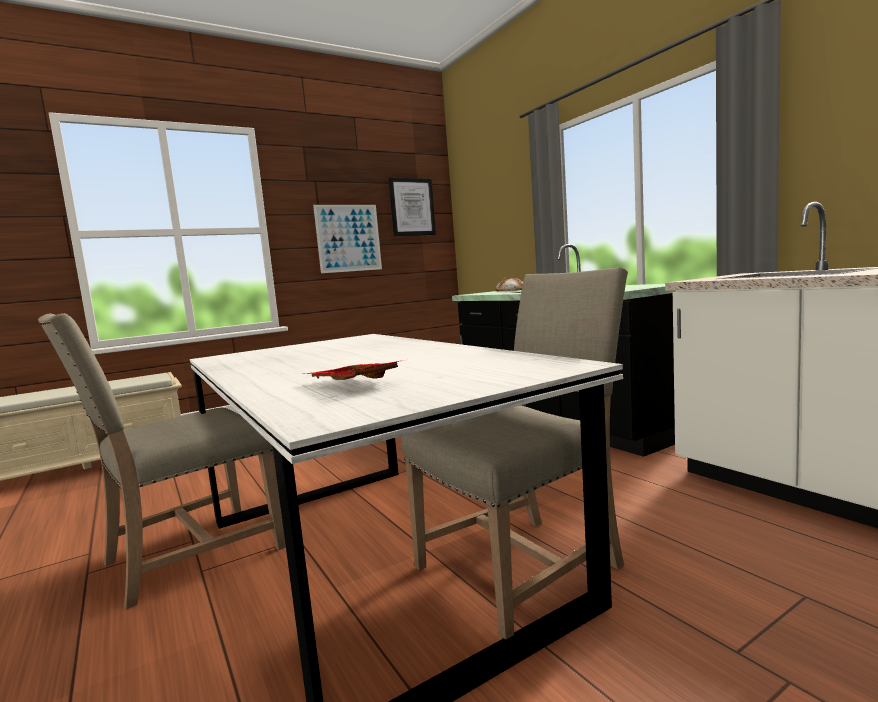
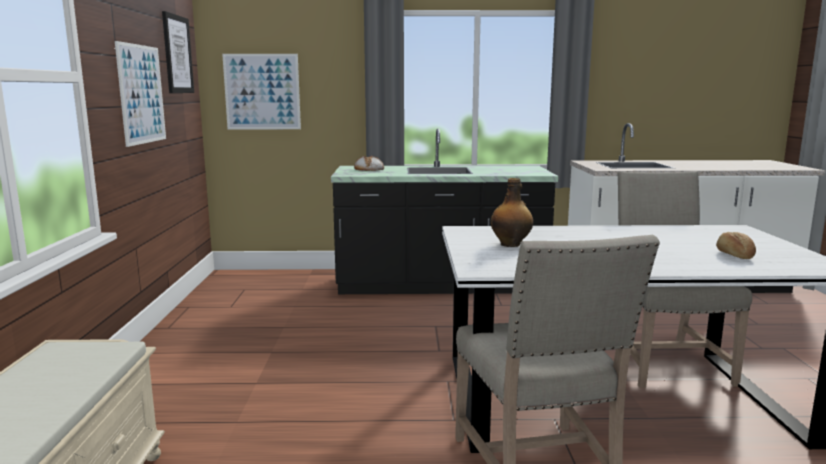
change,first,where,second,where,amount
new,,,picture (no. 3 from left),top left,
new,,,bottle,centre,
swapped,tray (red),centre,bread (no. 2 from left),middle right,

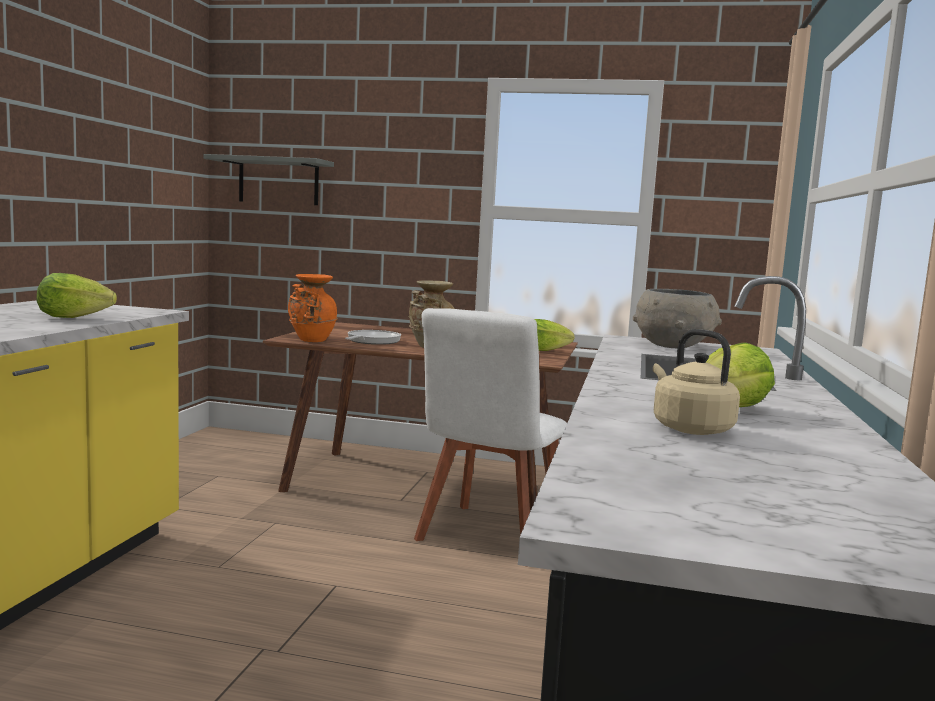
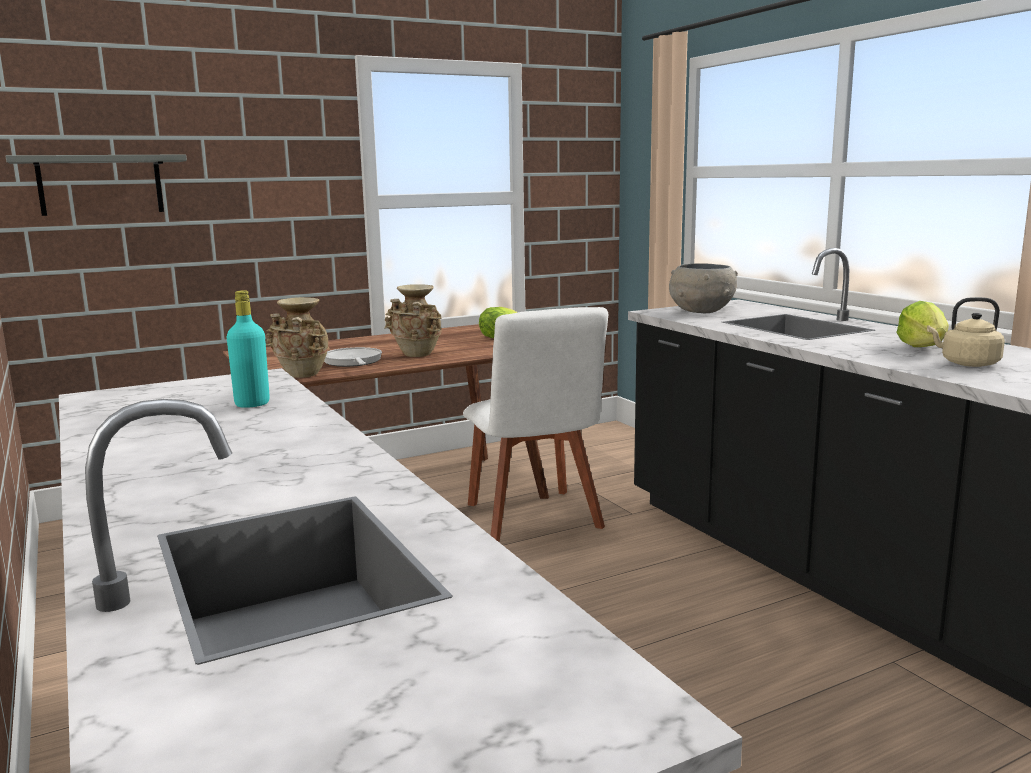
change,first,where,second,where,amount
swapped,lettuce (no. 1 from left),middle left,bottle (turquoise),middle left,
repainted,vase (orange),centre,vase (beige) (no. 1 from left),middle left,

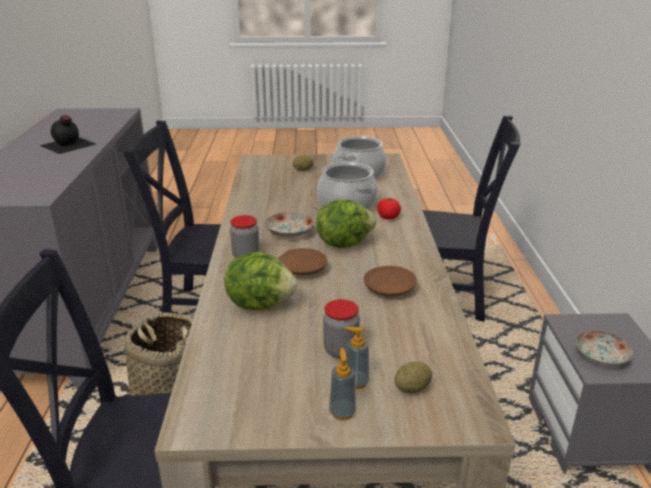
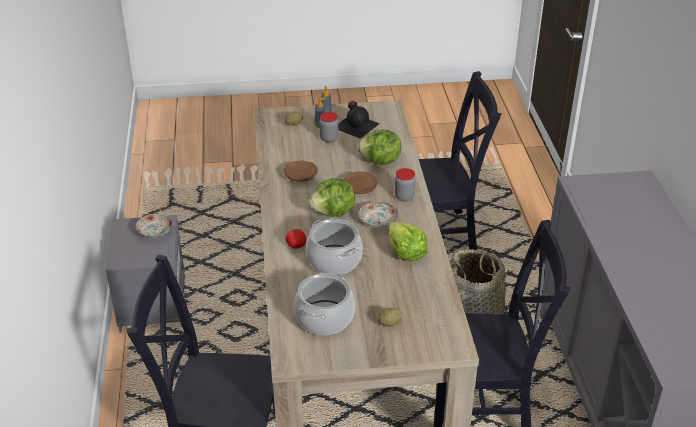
change,first,where,second,where,amount
shifted,bottle (black),top left,,top centre,
new,,,lettuce (no. 3 from left),centre,

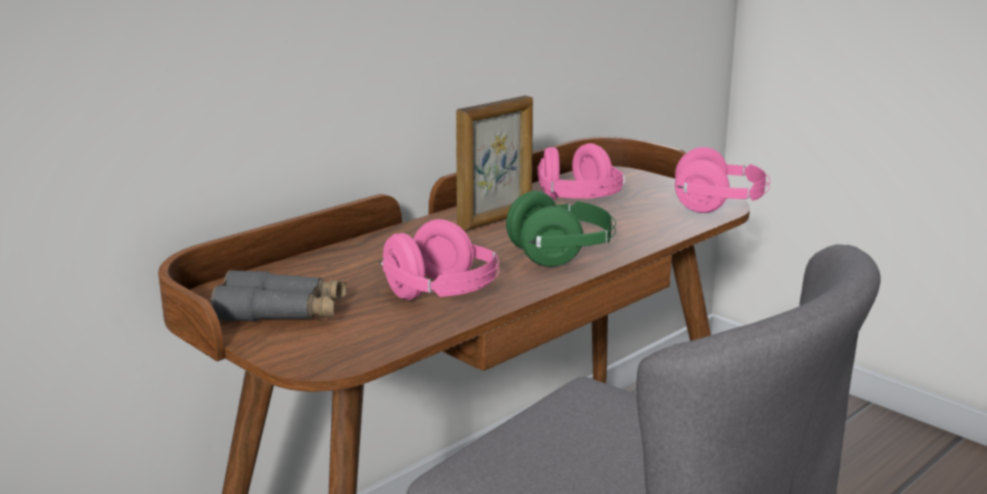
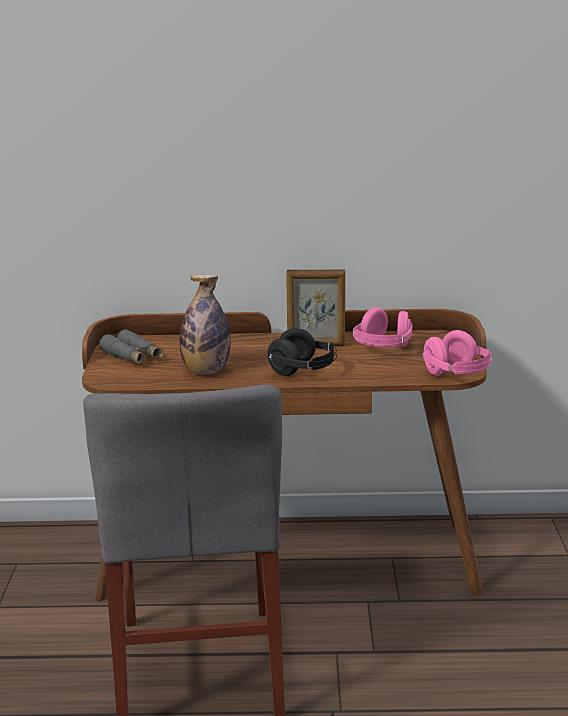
change,first,where,second,where,amount
swapped,headphones (pink) (no. 1 from left),centre,bottle,centre,
repainted,headphones (green),centre,headphones (black),centre,

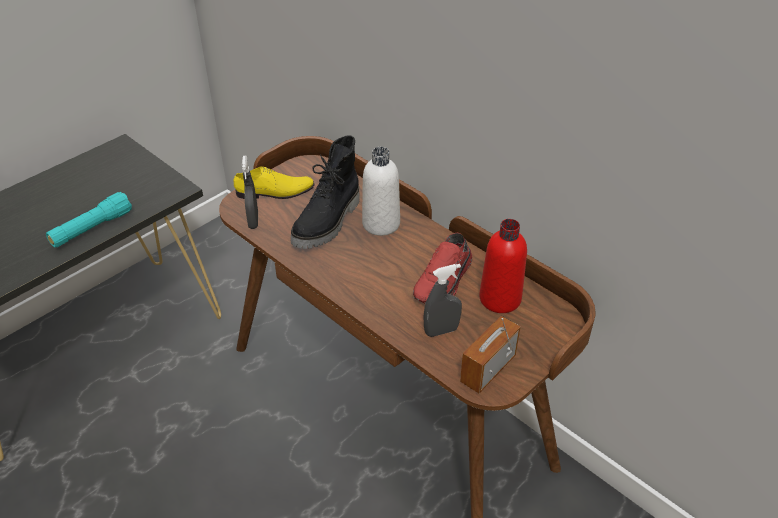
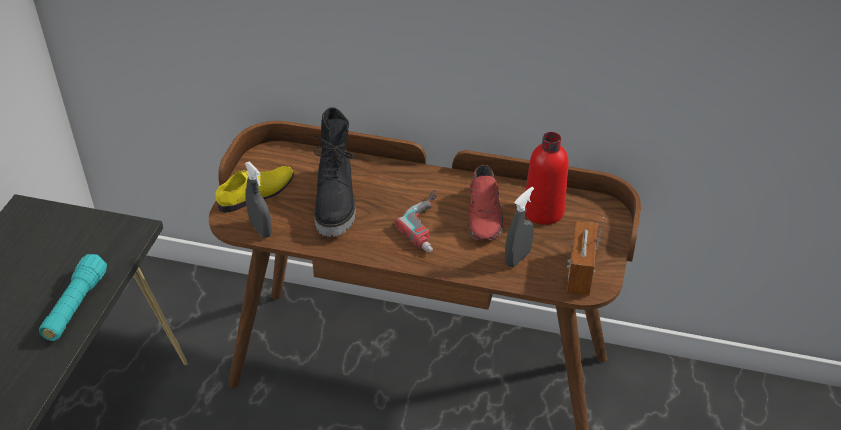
change,first,where,second,where,amount
new,,,power drill,centre,
gone,bottle (white),centre,,,

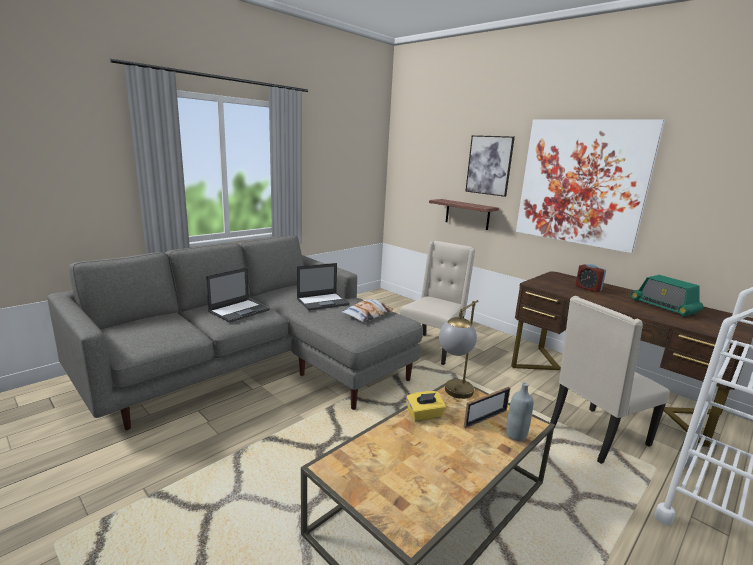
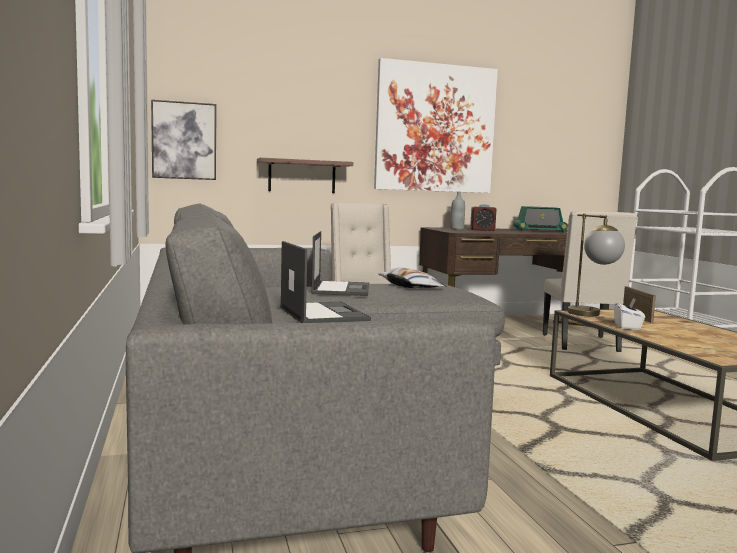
change,first,where,second,where,amount
shifted,picture (no. 1 from left),top centre,,top left,
shifted,bottle (grey),bottom right,,centre,
repainted,tissue box (yellow),bottom centre,tissue box (white),middle right,

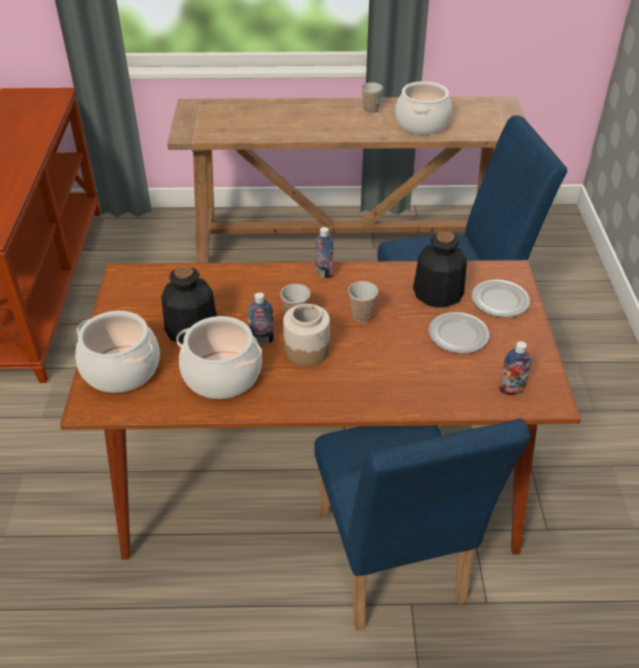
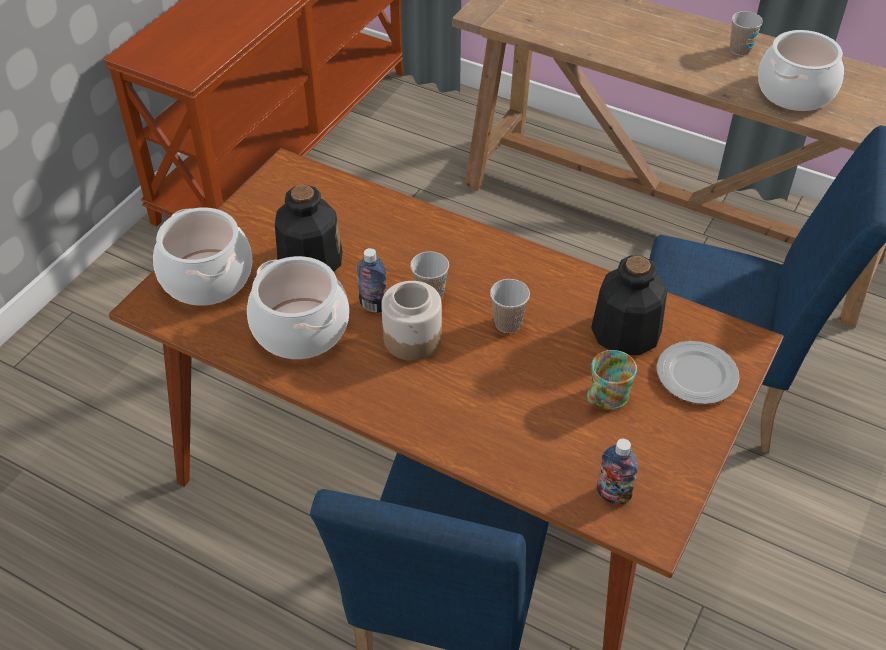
change,first,where,second,where,amount
swapped,plate (no. 1 from left),middle right,mug,middle right,
gone,bottle (no. 3 from left),centre,,,

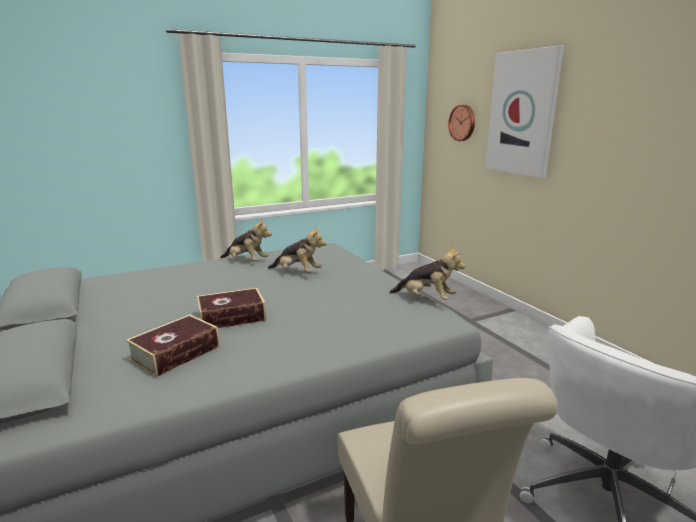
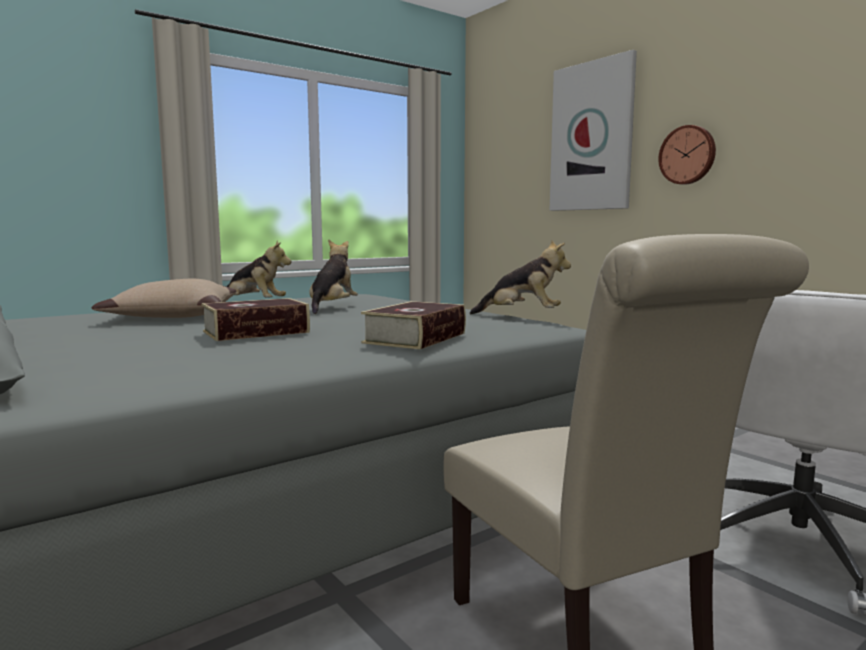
change,first,where,second,where,amount
new,,,pillow (beige),middle left,
rotated,plush toy (no. 2 from left),centre,,centre,90 degrees counterclockwise
shifted,book (no. 1 from left in the first image),middle left,book (no. 2 from left),centre,
shifted,wall clock,top centre,,top right,

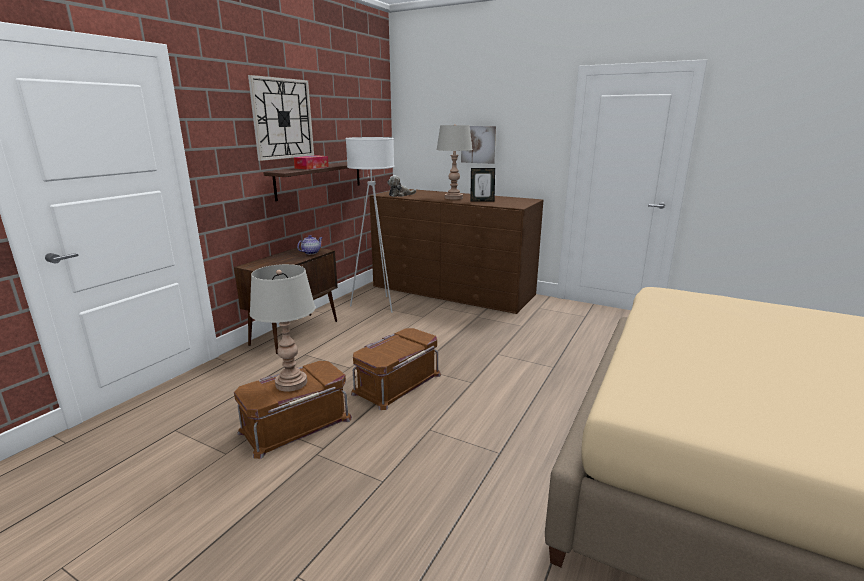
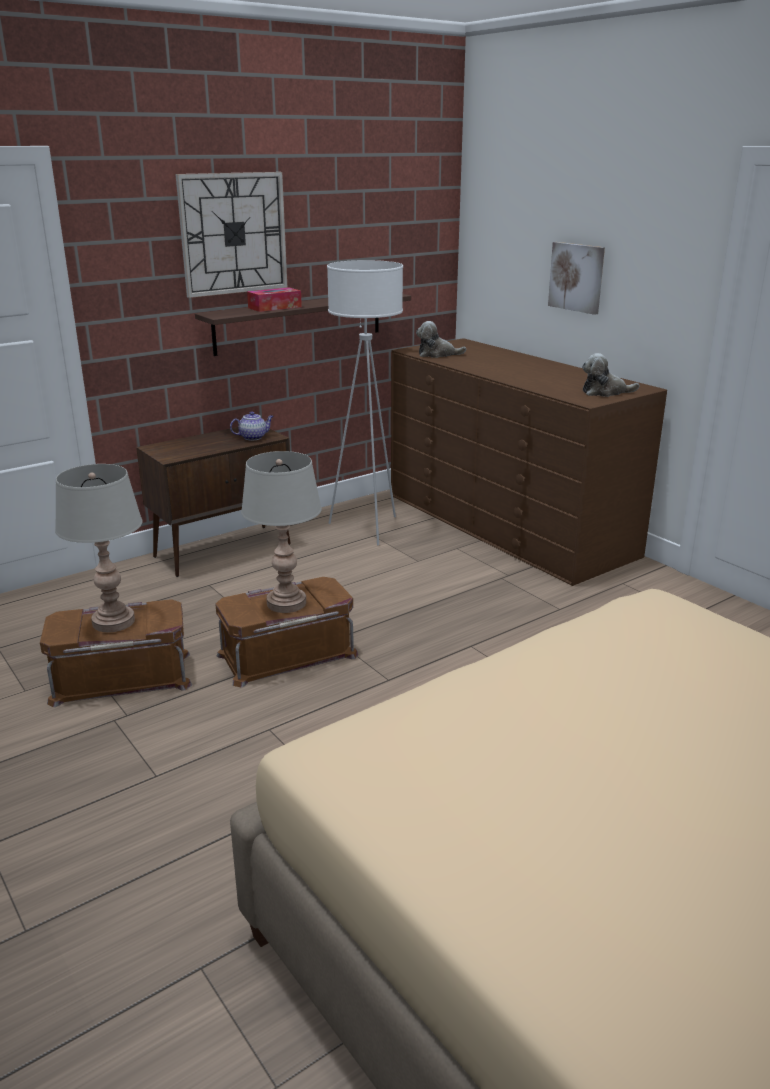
change,first,where,second,where,amount
shifted,table lamp (grey) (no. 2 from left),top centre,,centre,
new,,,plush toy (no. 2 from left),middle right,
gone,picture frame,top centre,,,

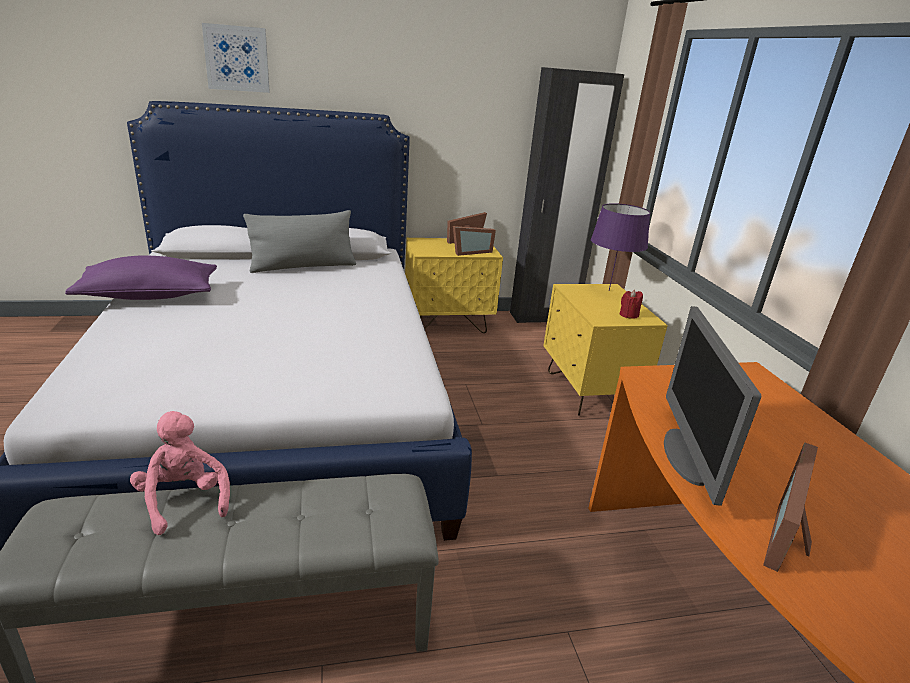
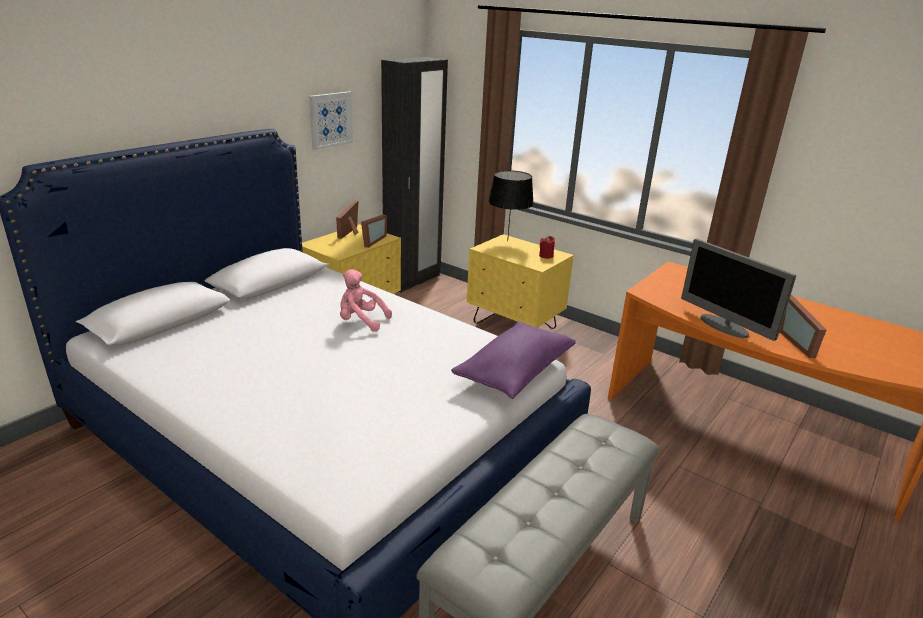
change,first,where,second,where,amount
shifted,picture,top left,,top centre,
shifted,plush toy (pink),bottom left,,centre,
shifted,pillow (purple),middle left,,centre,
repainted,table lamp (purple),middle right,table lamp (black),centre,
gone,pillow (grey),middle left,,,

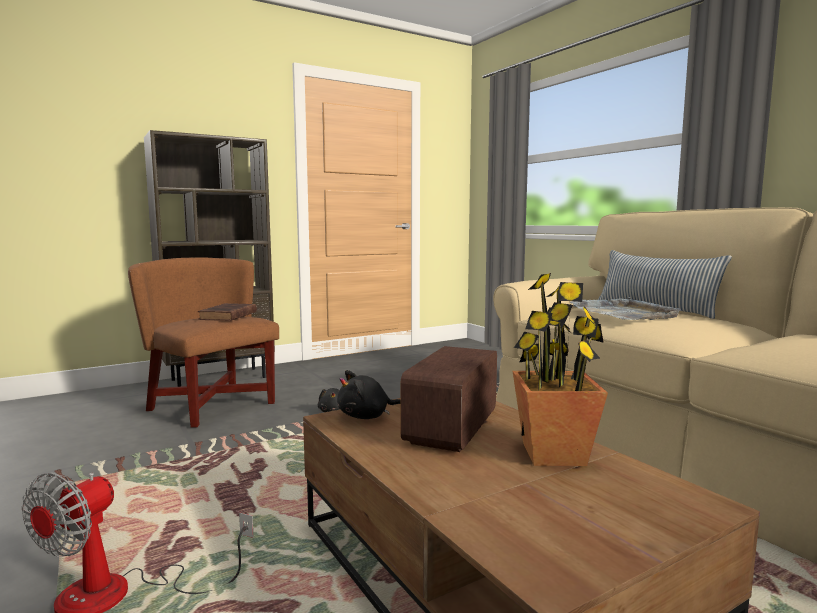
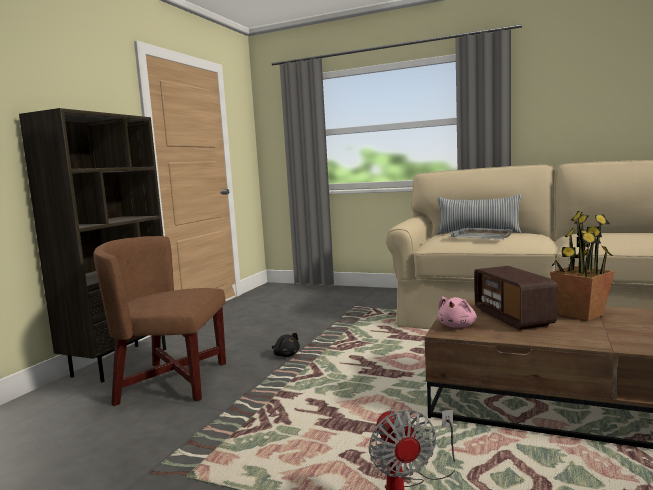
change,first,where,second,where,amount
repainted,plush toy (black) (no. 2 from left),centre,plush toy (pink),middle right,
gone,book (brown),middle left,,,

